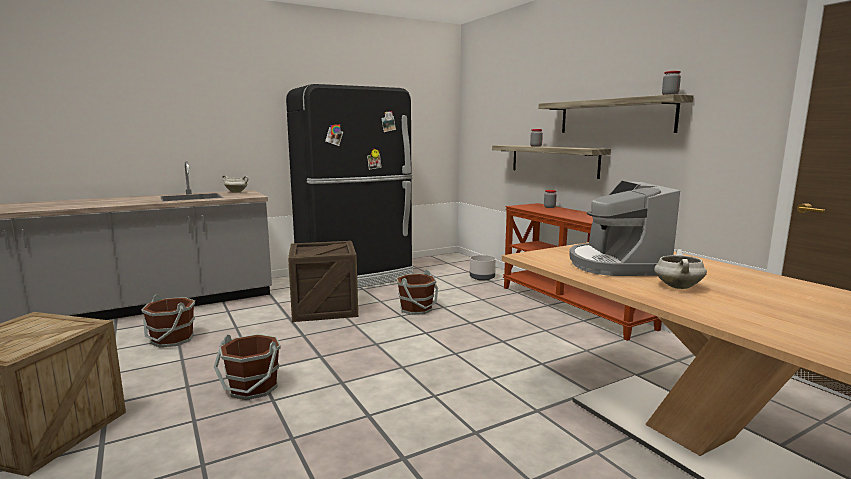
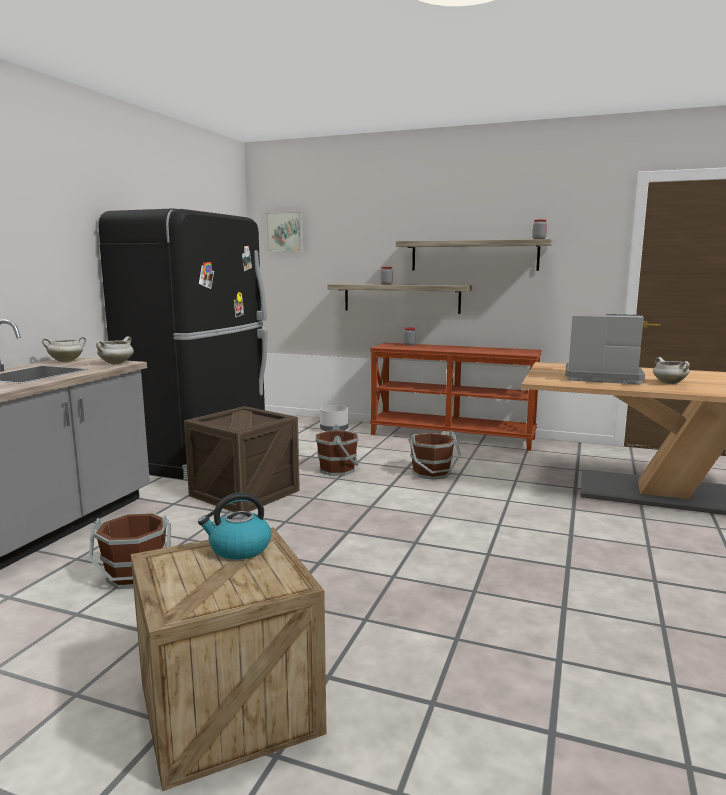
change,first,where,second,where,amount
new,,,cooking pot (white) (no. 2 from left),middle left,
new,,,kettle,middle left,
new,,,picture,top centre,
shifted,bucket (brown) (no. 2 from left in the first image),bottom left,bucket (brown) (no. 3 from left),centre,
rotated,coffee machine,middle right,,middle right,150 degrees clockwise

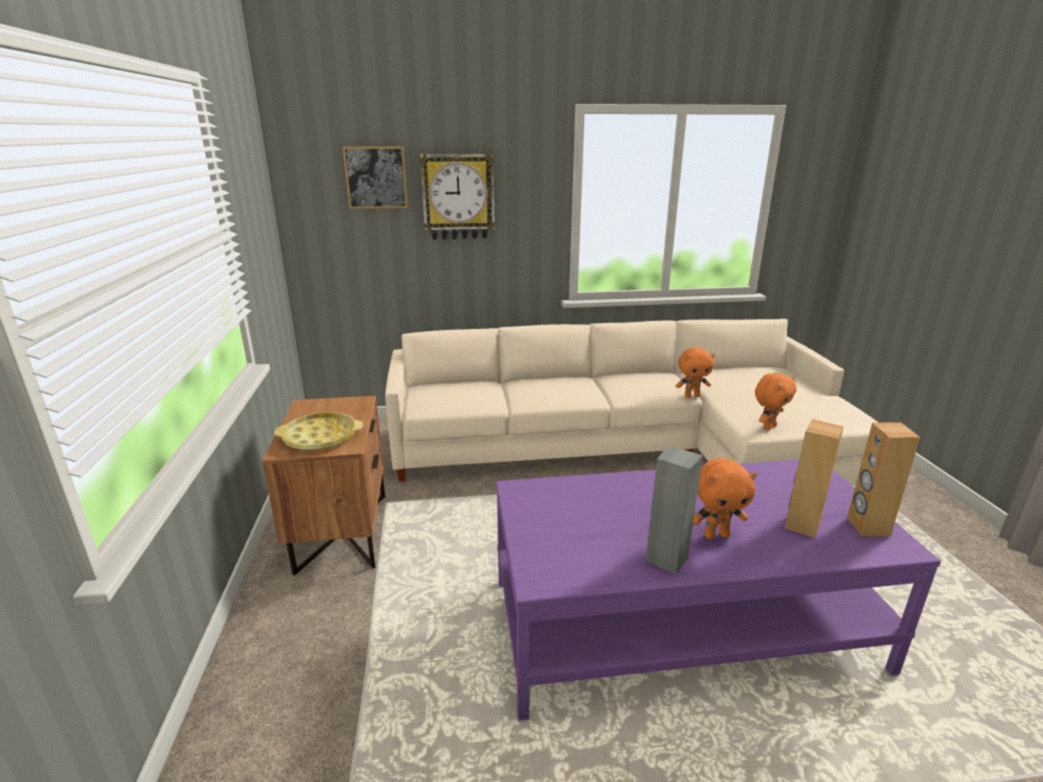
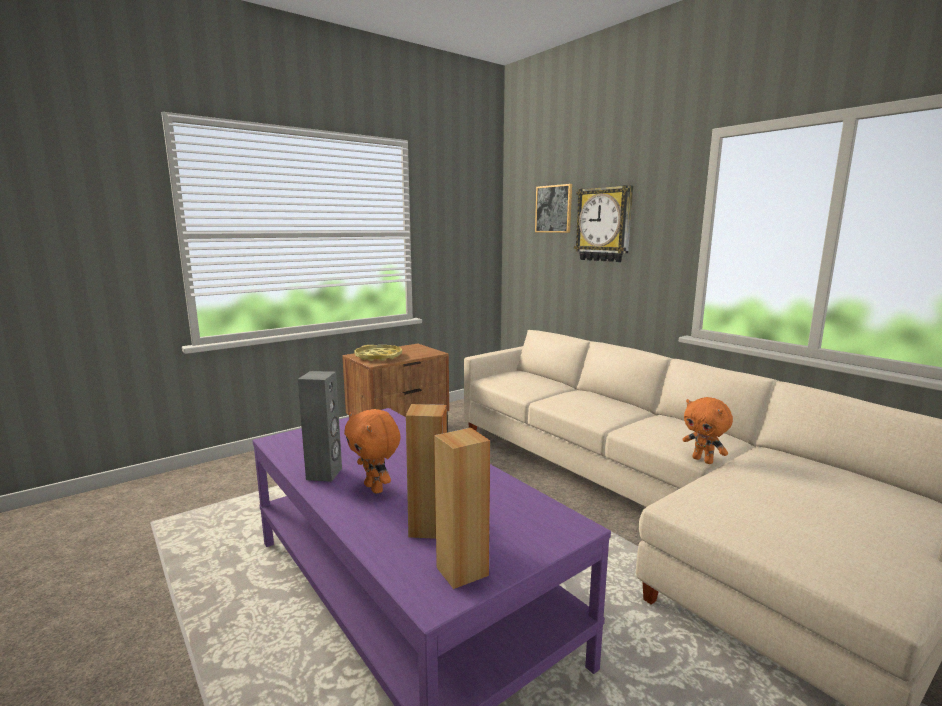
change,first,where,second,where,amount
gone,plush toy (orange) (no. 3 from left),middle right,,,

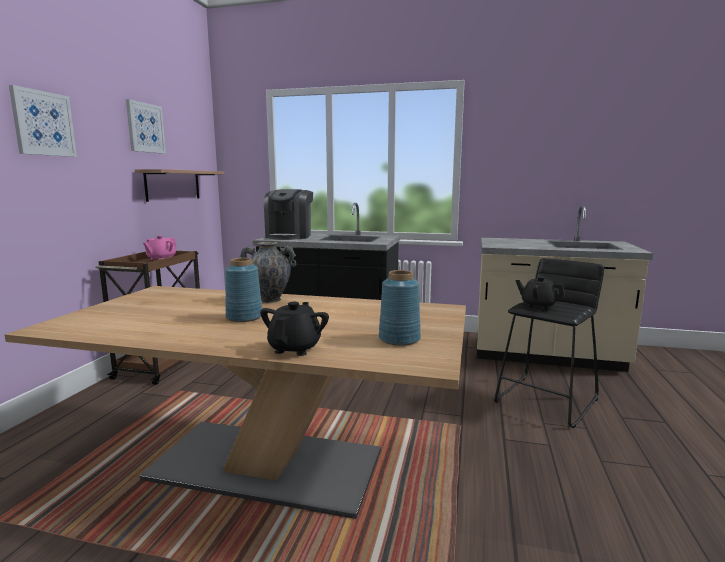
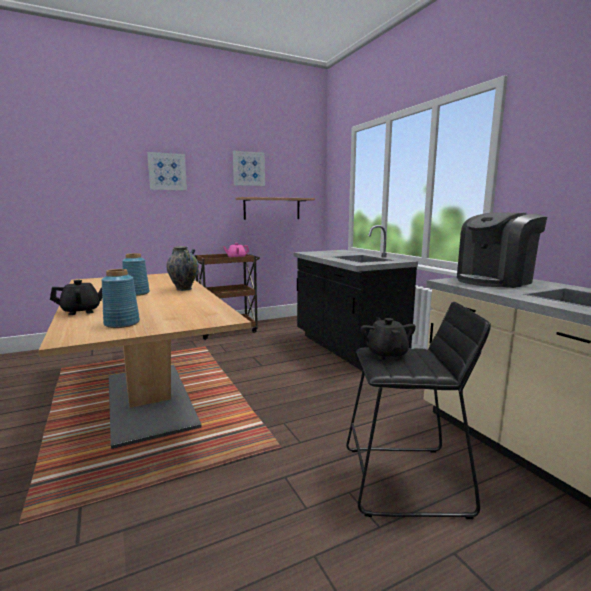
change,first,where,second,where,amount
shifted,coffee machine,centre,,middle right,

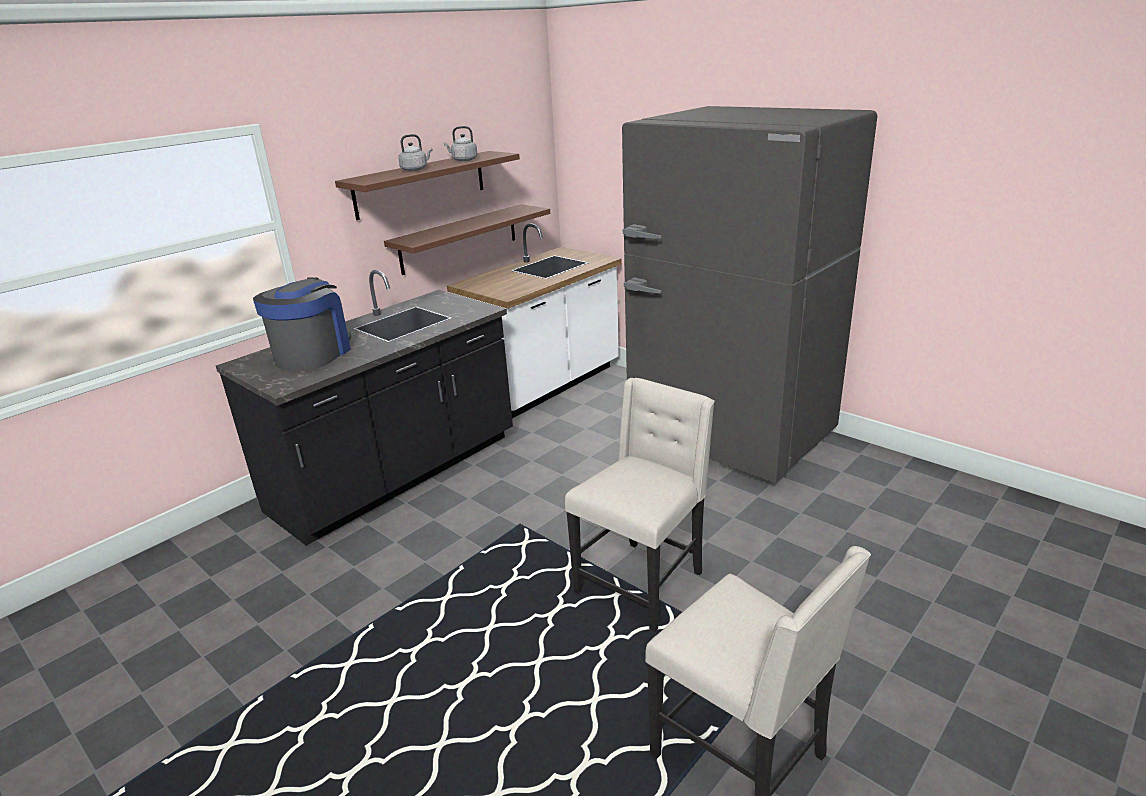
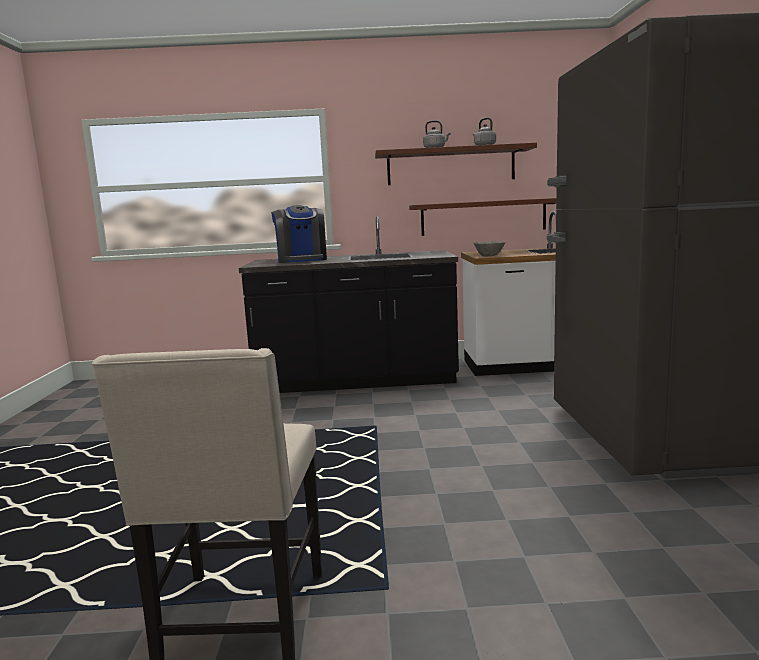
change,first,where,second,where,amount
rotated,coffee machine,middle left,,centre,105 degrees clockwise
new,,,bowl (grey),centre,
gone,chair (beige) (no. 1 from left),centre,,,

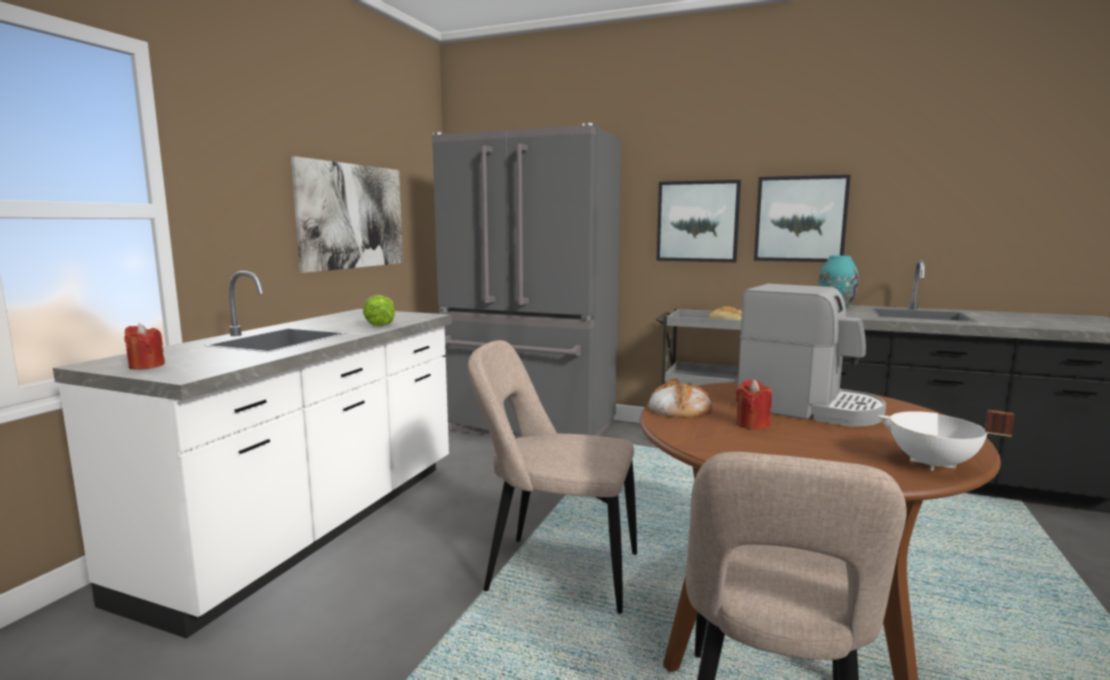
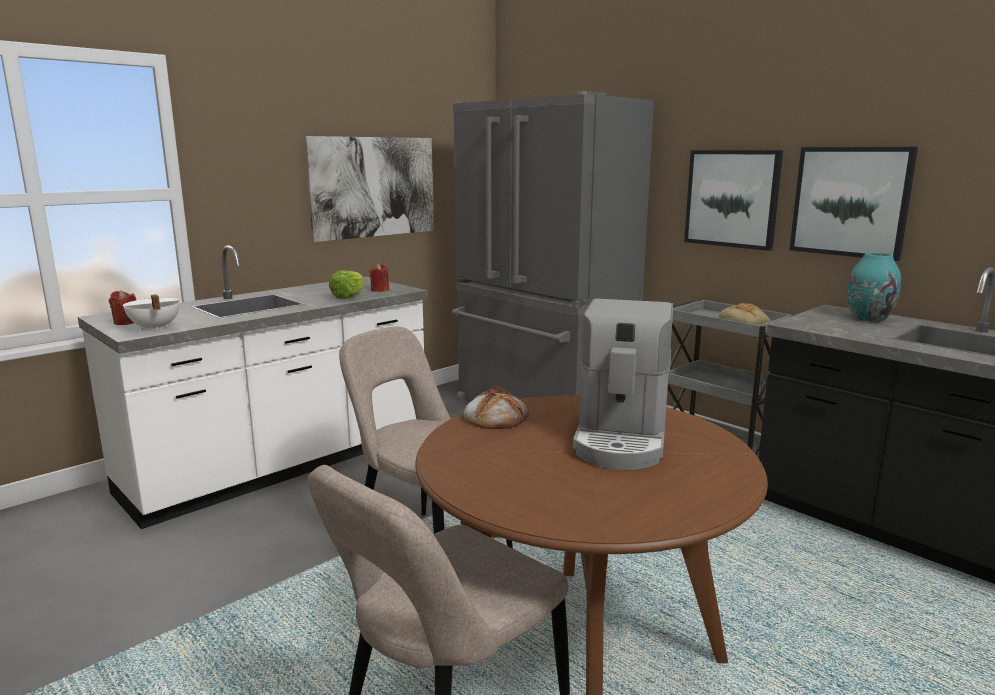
change,first,where,second,where,amount
shifted,cooking pot (white),middle right,,middle left,
shifted,candle (red) (no. 2 from left),middle right,,centre,
rotated,coffee machine,middle right,,centre,45 degrees clockwise

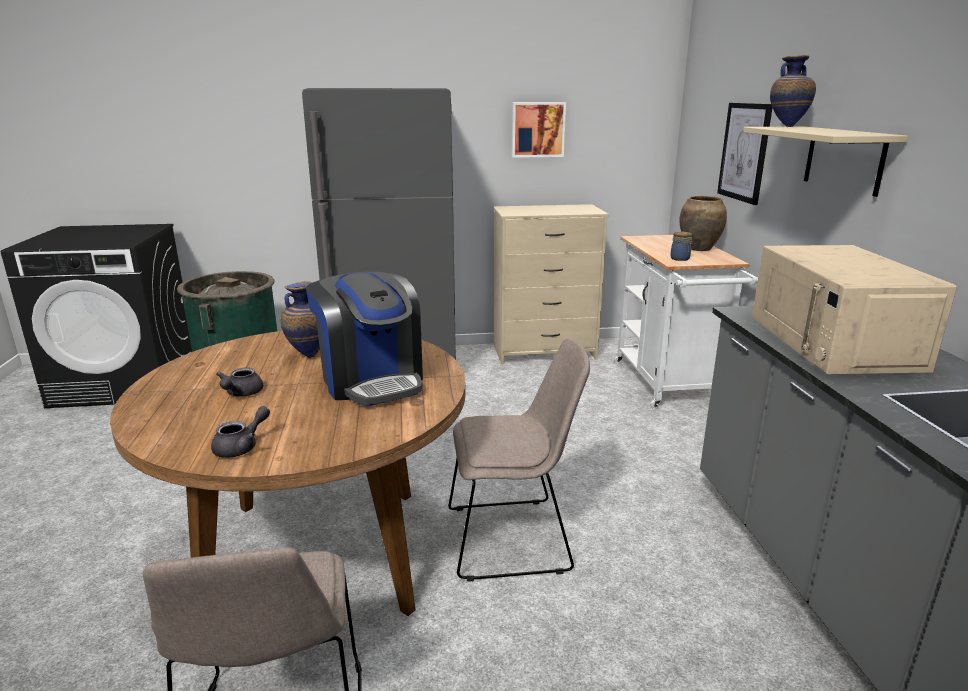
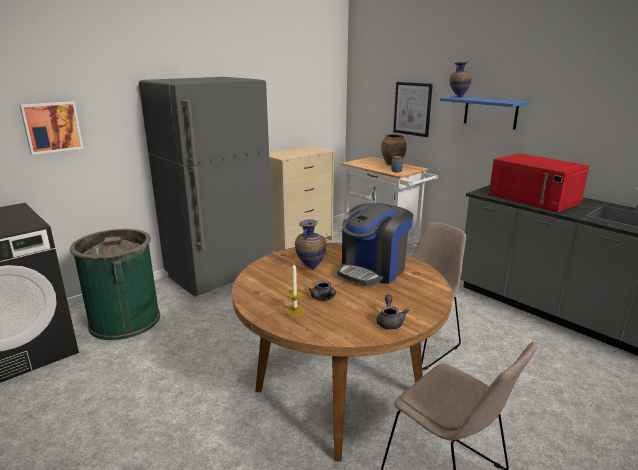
change,first,where,second,where,amount
shifted,picture (no. 1 from left),top centre,,top left,
new,,,candle,centre,
rotated,coffee machine,centre,,centre,105 degrees clockwise
repainted,shelf (beige),top right,shelf (blue),top right,
repainted,microwave (beige),middle right,microwave (red),middle right,

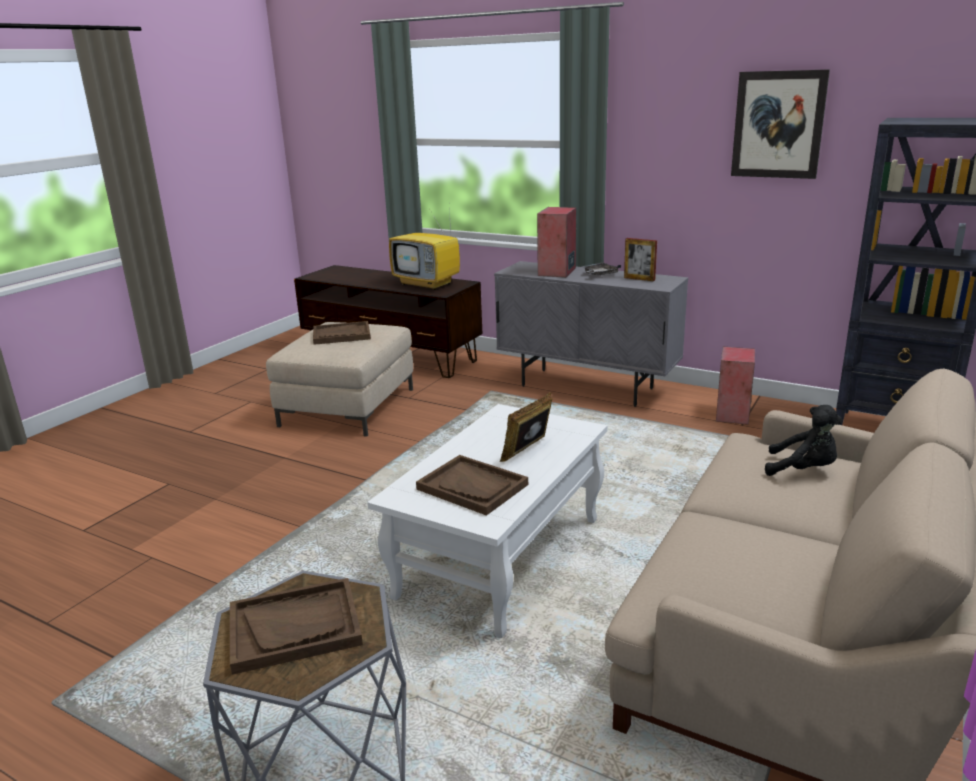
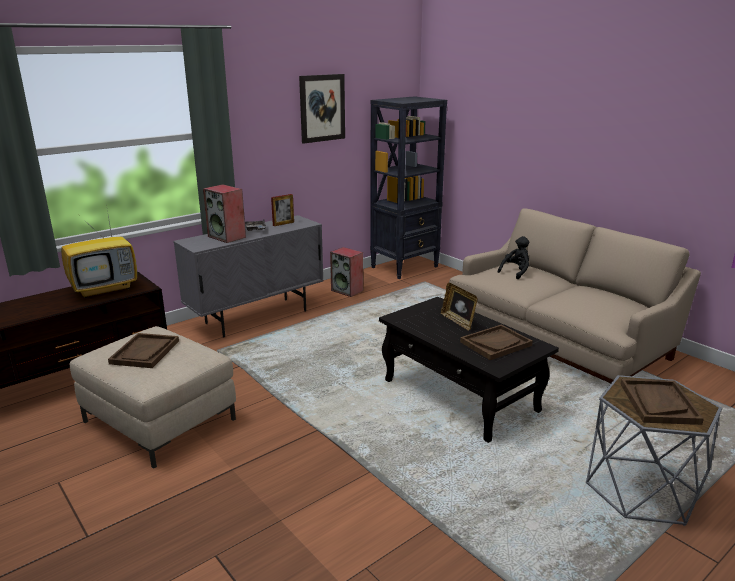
change,first,where,second,where,amount
repainted,coffee table (white),bottom centre,coffee table (black),centre,

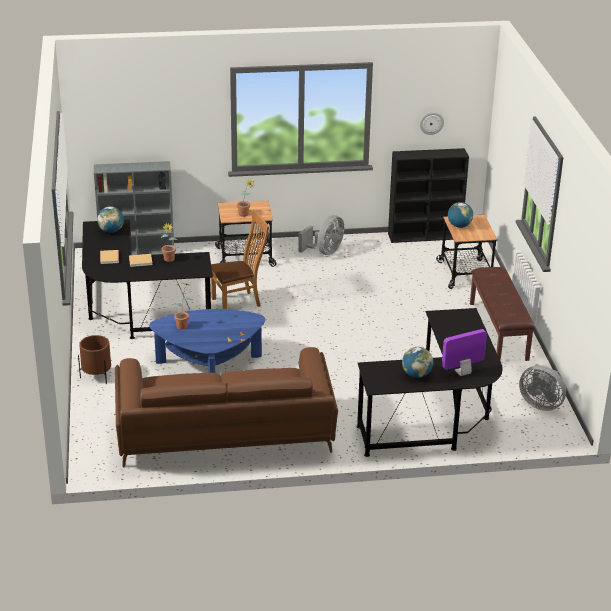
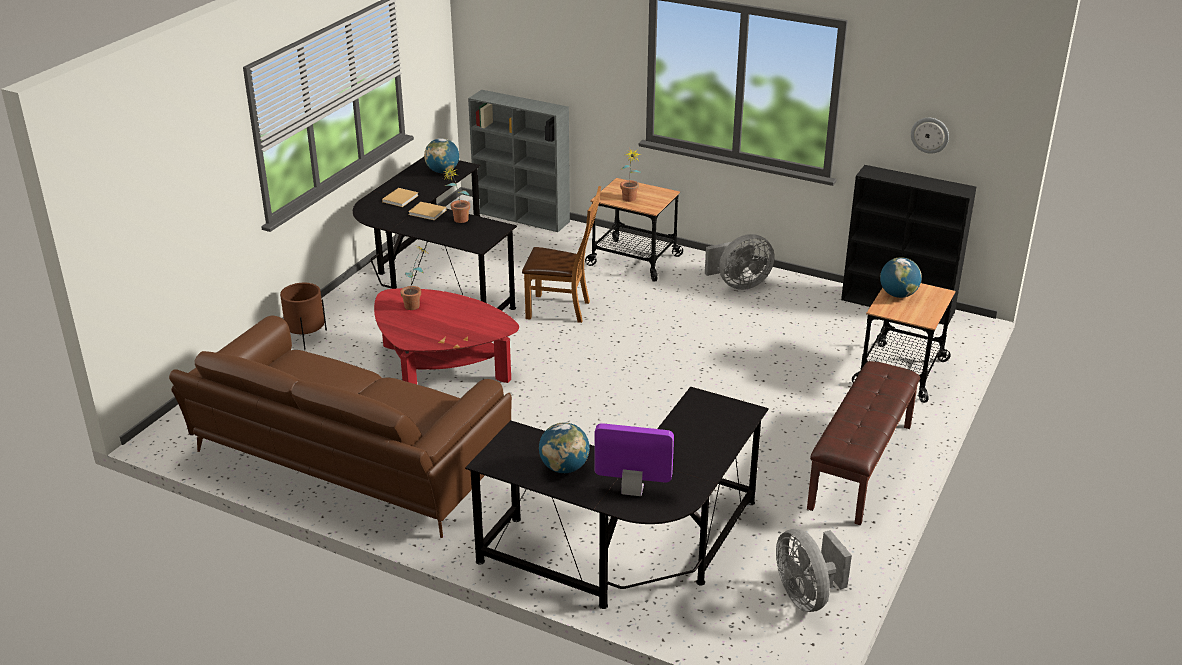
change,first,where,second,where,amount
repainted,coffee table (blue),centre,coffee table (red),centre,

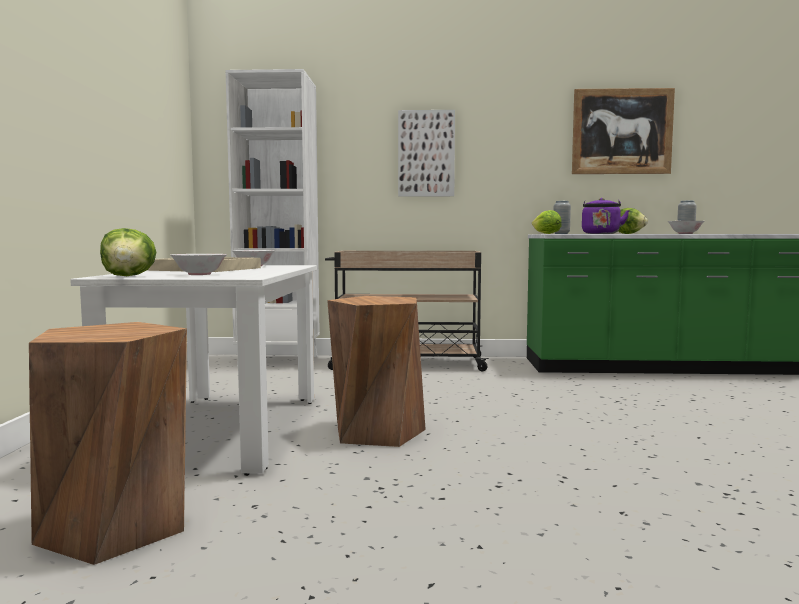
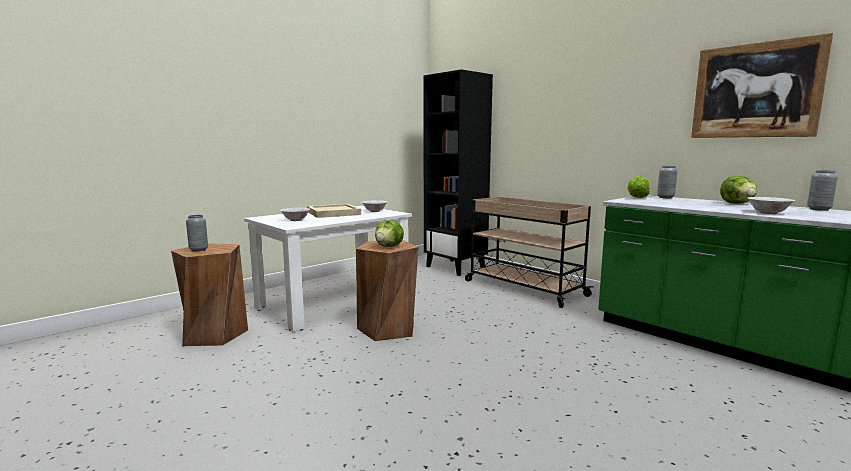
change,first,where,second,where,amount
new,,,vase (grey) (no. 1 from left),middle left,
shifted,lettuce (no. 1 from left),middle left,,centre,
repainted,bookcase (white),centre,bookcase (black),centre,
gone,picture (no. 1 from left),top centre,,,
gone,kettle (purple),middle right,,,

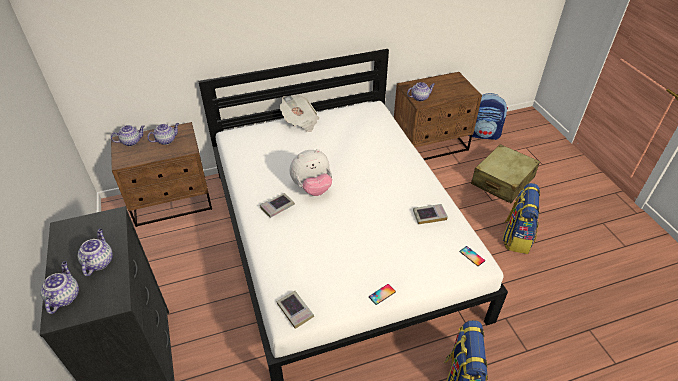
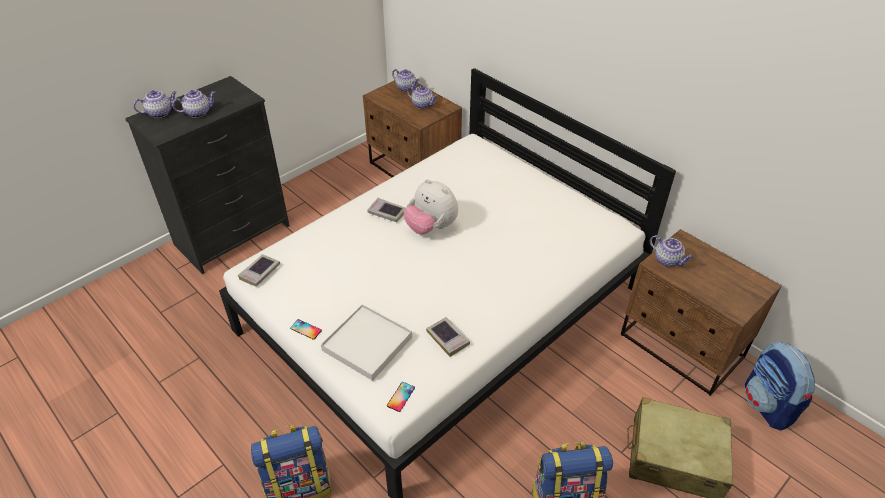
change,first,where,second,where,amount
new,,,tray (white),bottom centre,
gone,newspaper,top centre,,,

